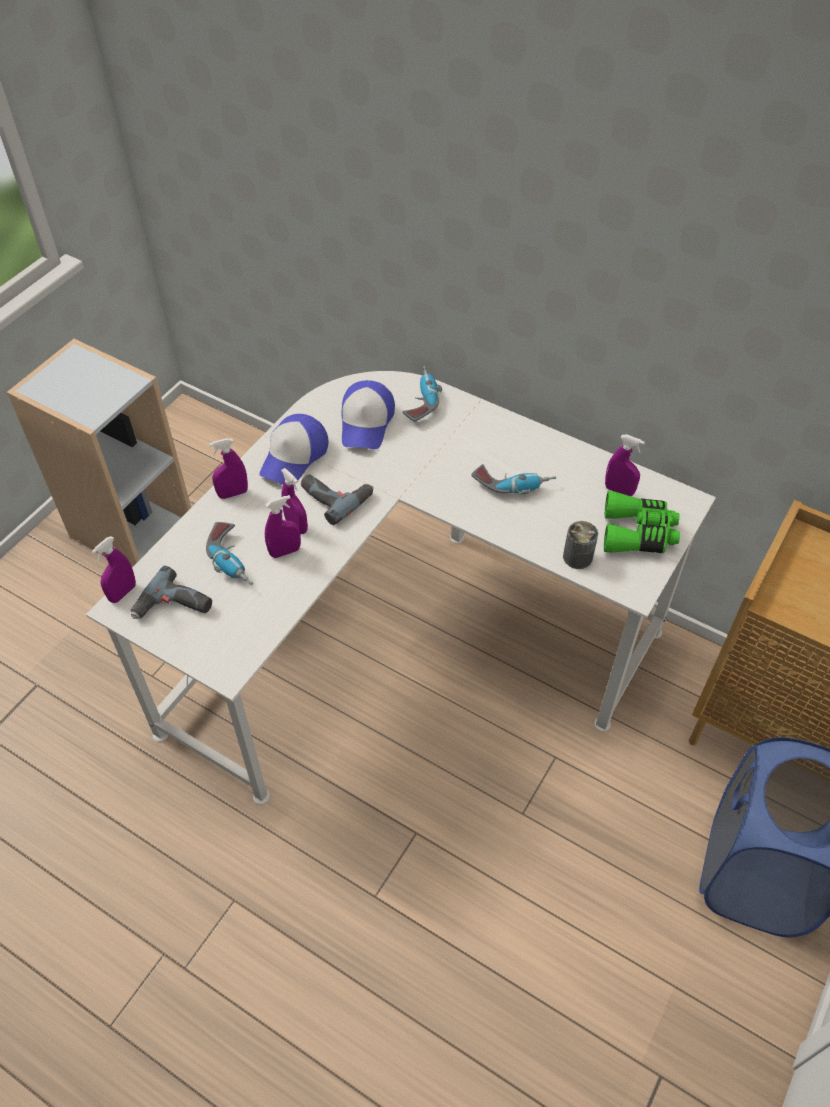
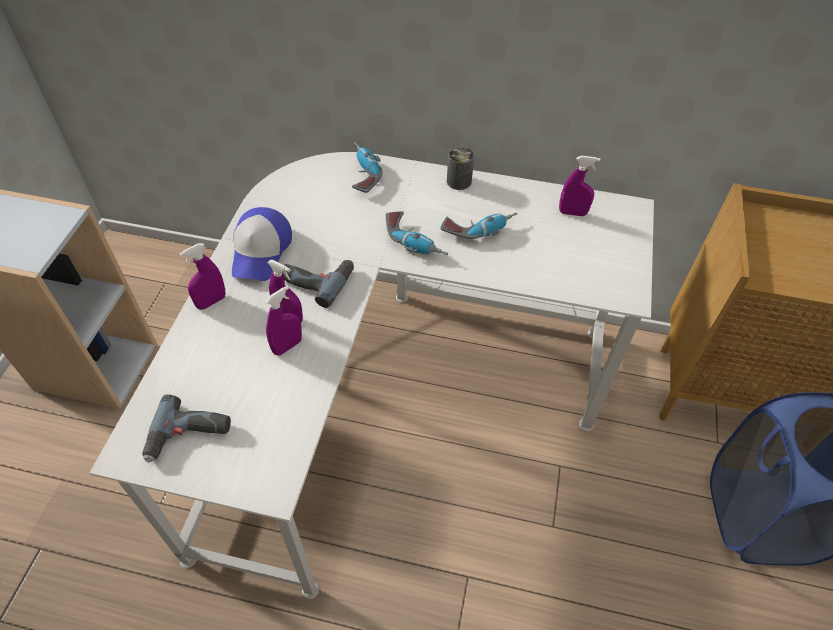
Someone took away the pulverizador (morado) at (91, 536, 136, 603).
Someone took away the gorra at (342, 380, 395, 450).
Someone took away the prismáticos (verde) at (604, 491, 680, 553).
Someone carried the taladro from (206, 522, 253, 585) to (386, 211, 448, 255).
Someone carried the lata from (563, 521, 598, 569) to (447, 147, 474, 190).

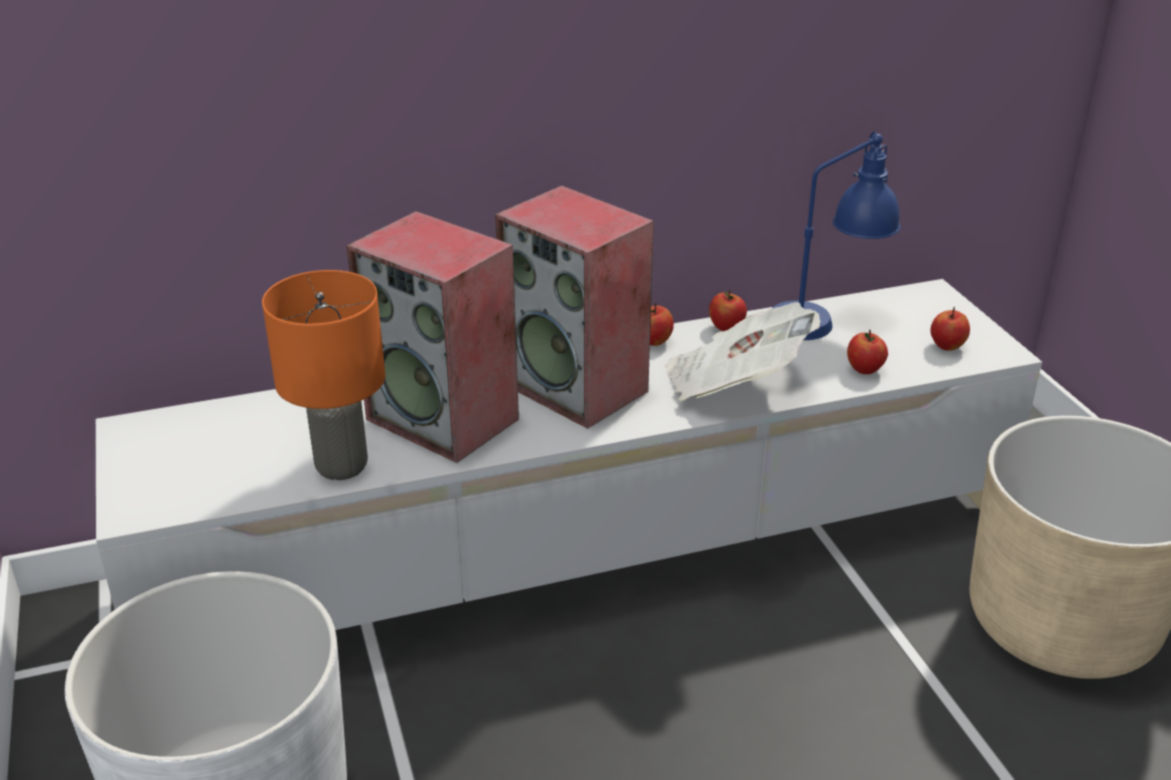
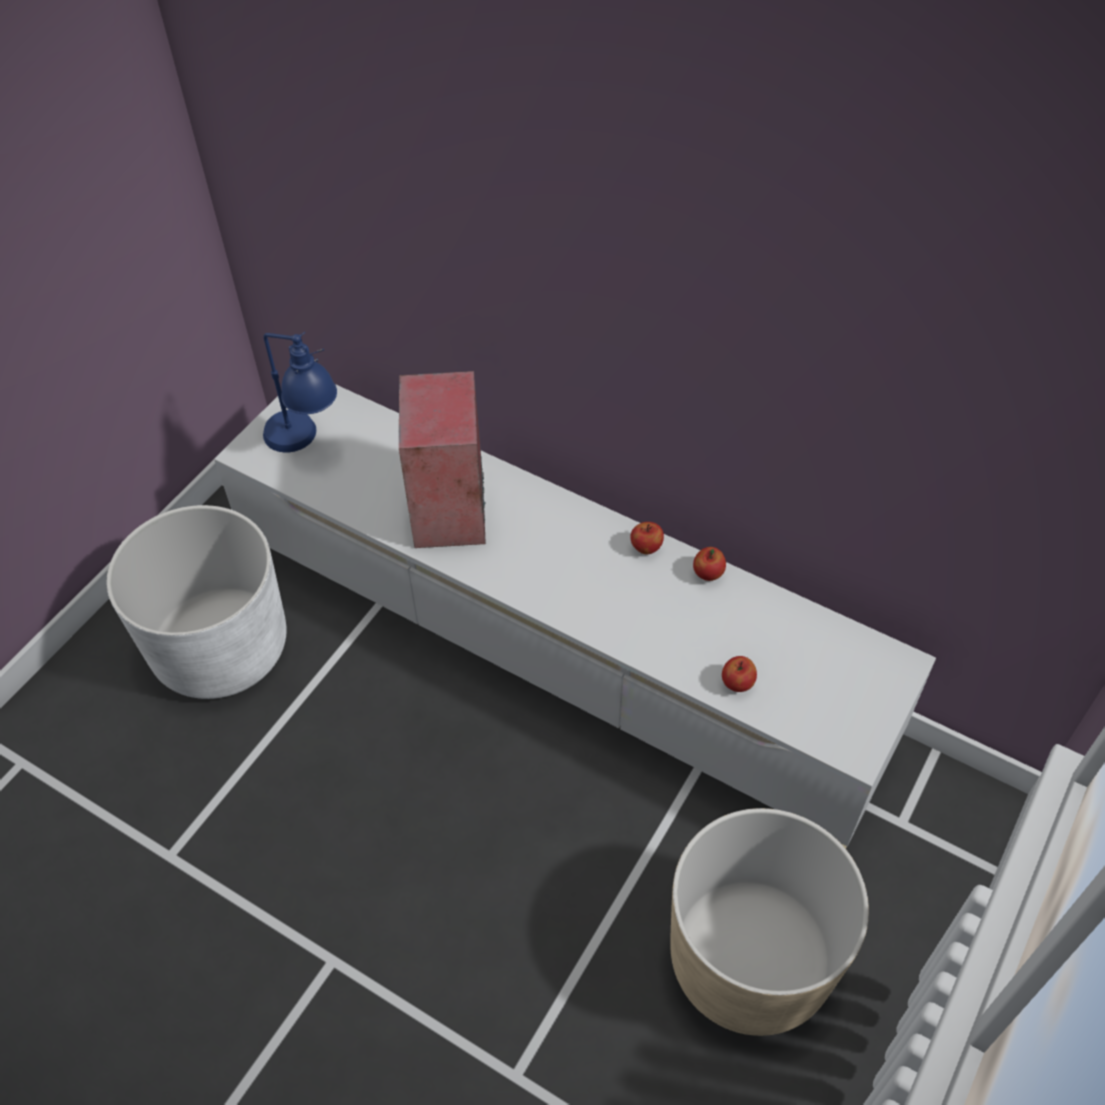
Someone took away the lámpara de mesa (naranja) at (262, 270, 385, 480).
Someone took away the altavoz at (495, 186, 654, 429).
Someone took away the periódico at (665, 302, 821, 402).
Someone took away the manzana at (931, 307, 970, 351).
Someone carried the lámpara de mesa (azul) from (772, 131, 901, 340) to (263, 332, 337, 453).

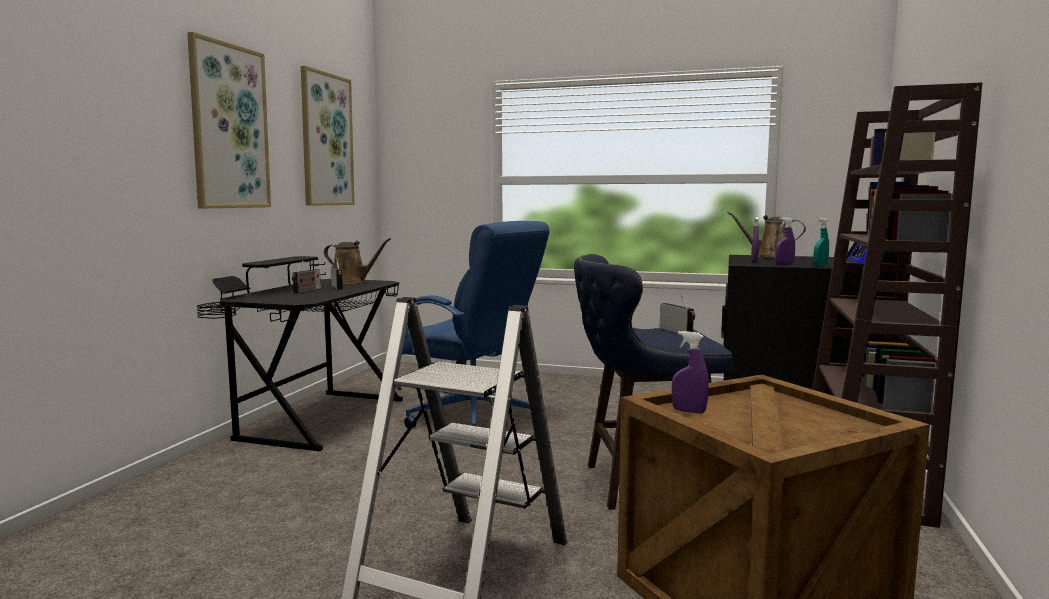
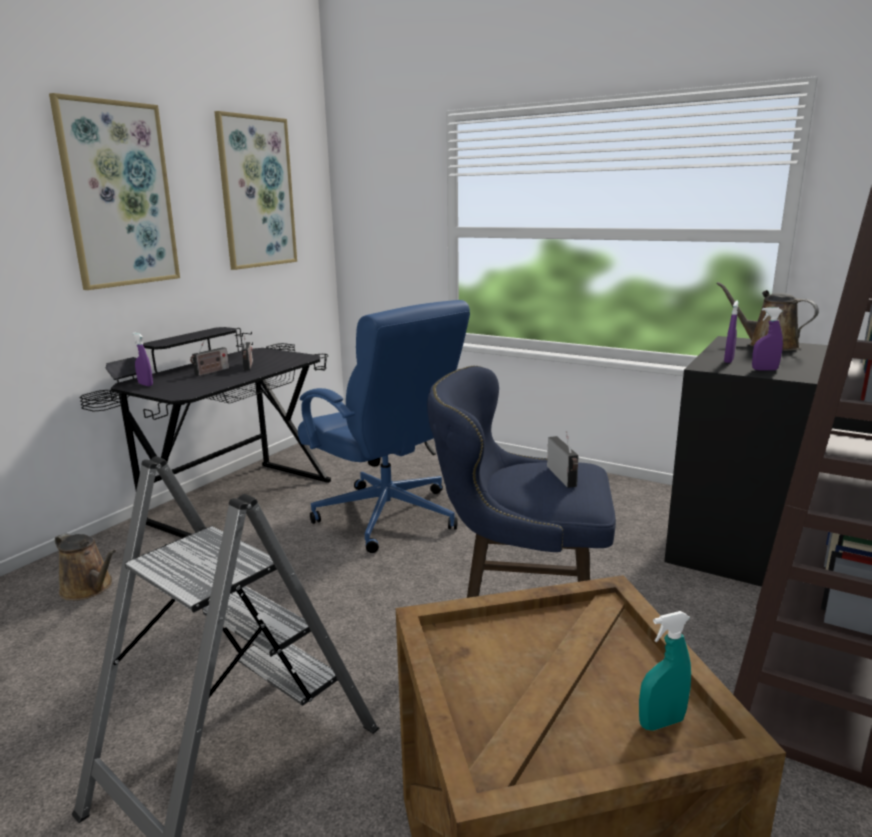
Someone carried the regadera (marrón) from (324, 238, 391, 284) to (55, 533, 116, 601).
Someone carried the pulverizador (morado) from (672, 331, 709, 414) to (132, 333, 153, 386).
Someone carried the pulverizador (turquesa) from (813, 218, 829, 267) to (639, 611, 691, 731).

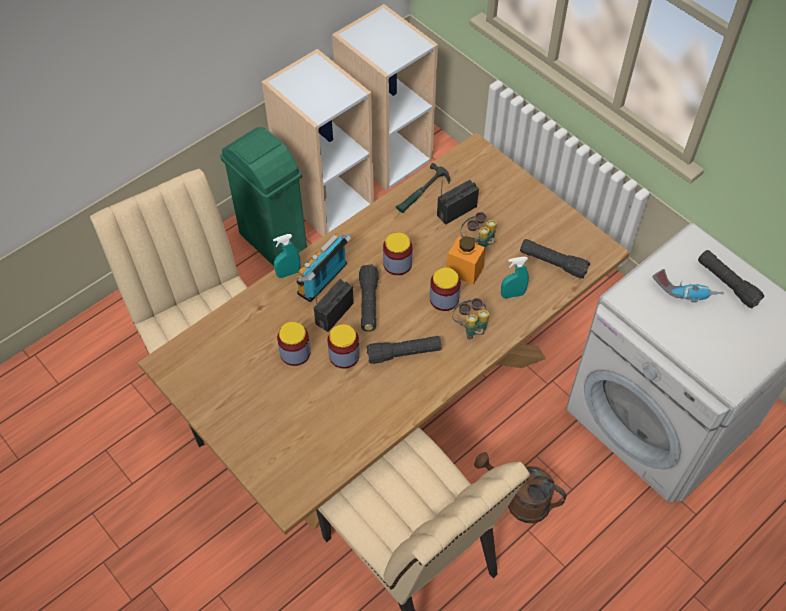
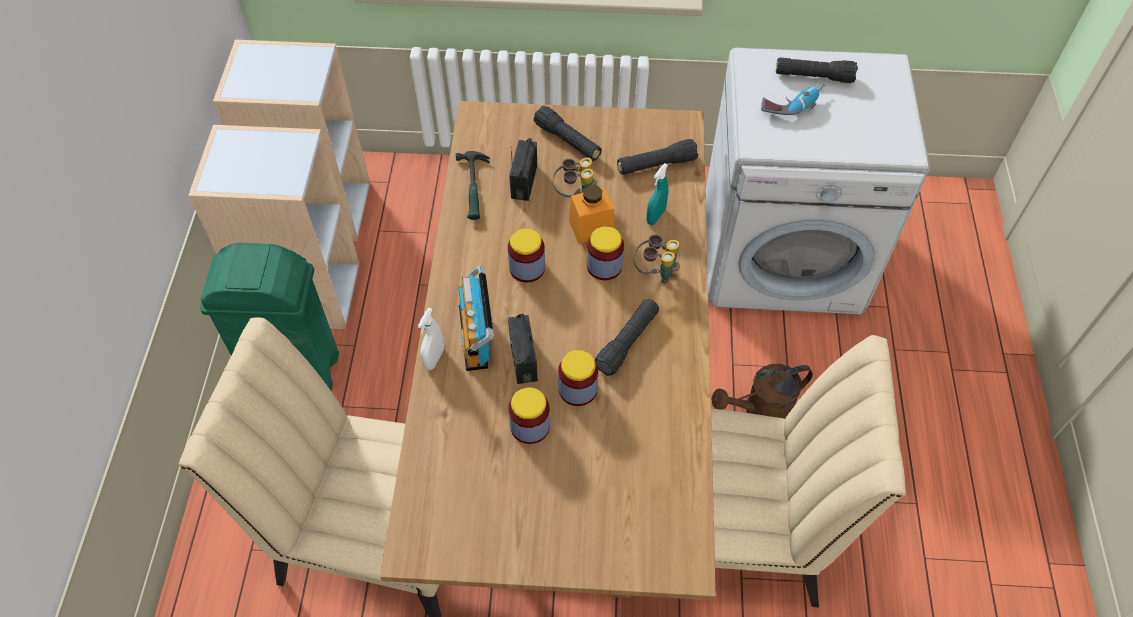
Someone carried the linterna (negro) from (359, 264, 378, 332) to (534, 106, 602, 161).
Someone repainted the pulverizador (turquesa) at (273, 234, 301, 278), which became the pulverizador (blanco) at (418, 308, 444, 370).

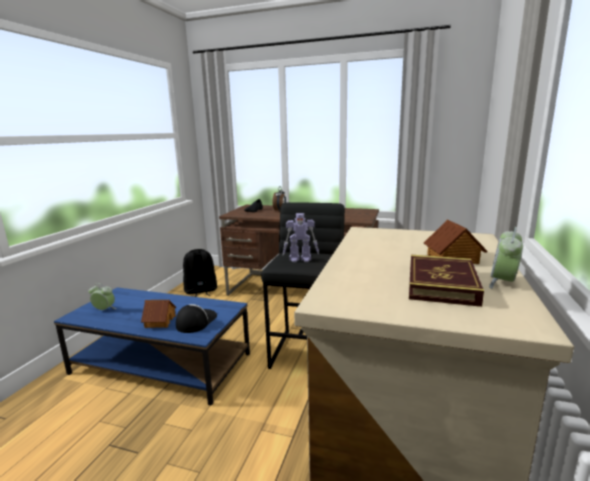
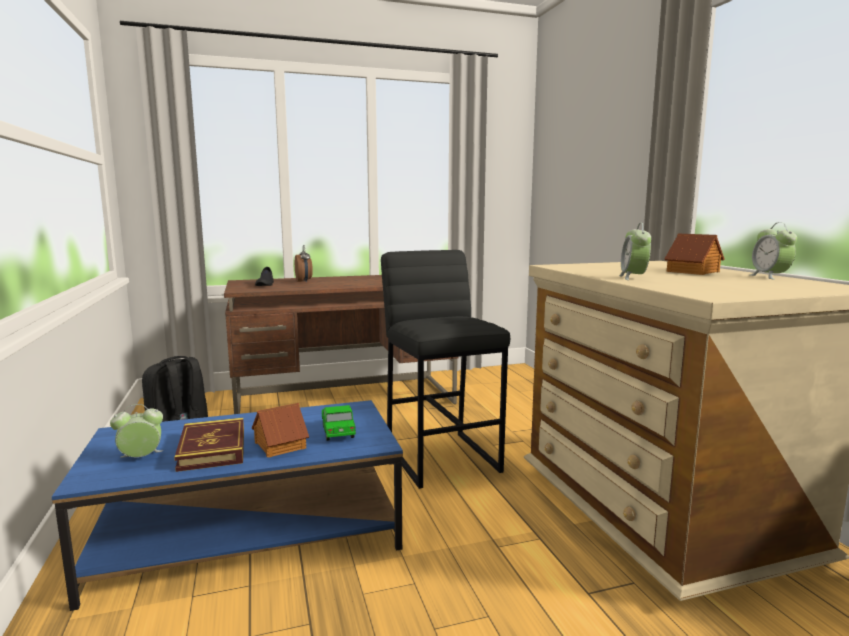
Someone took away the robot de juguete at (283, 213, 319, 262).
Someone put down the despertador at (619, 223, 651, 280).
Someone carried the libro from (409, 255, 484, 307) to (174, 418, 244, 472).
Someone swapped the gorra at (176, 304, 217, 333) for the coche de juguete at (322, 405, 356, 441).

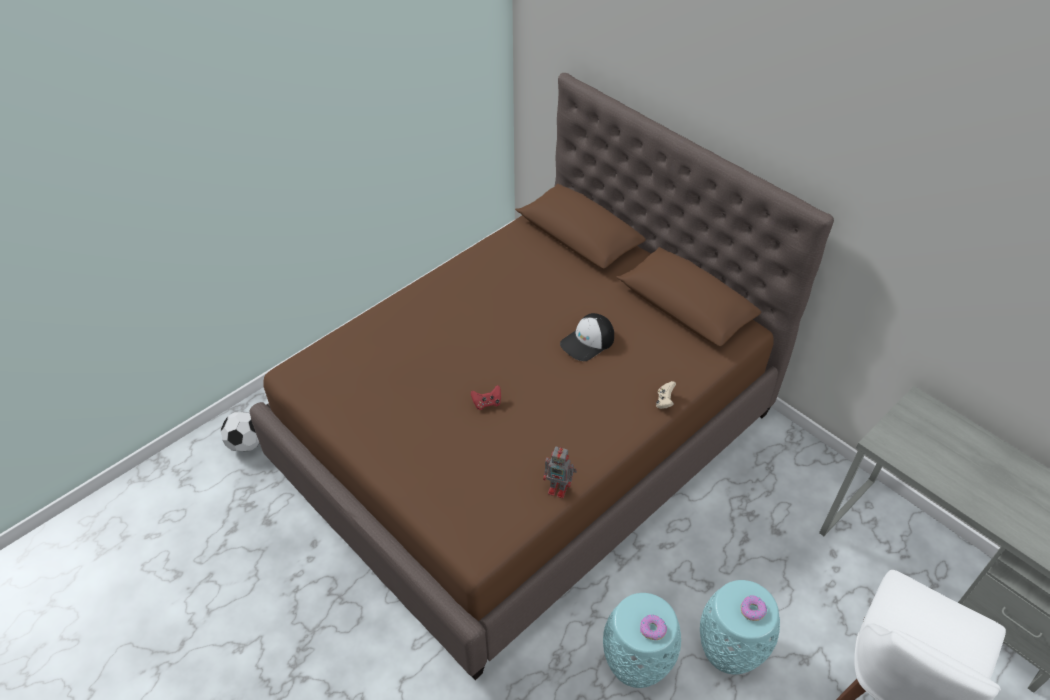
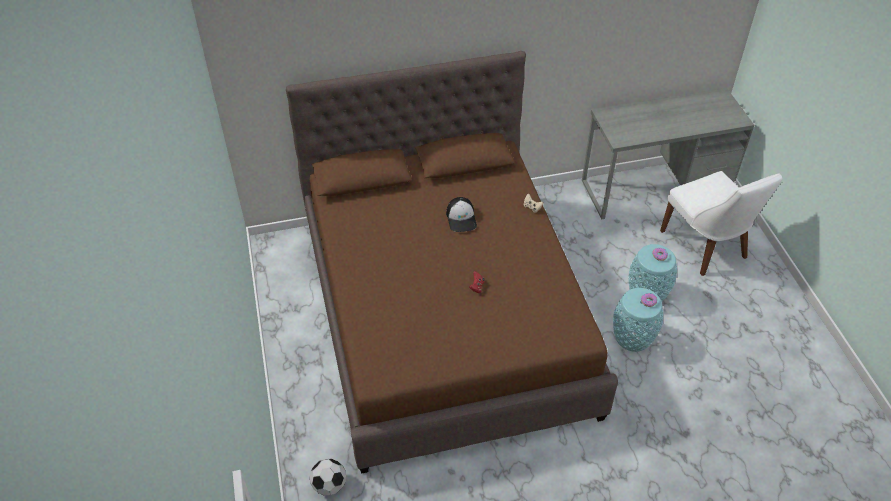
Someone took away the robot de juguete at (543, 447, 577, 498).

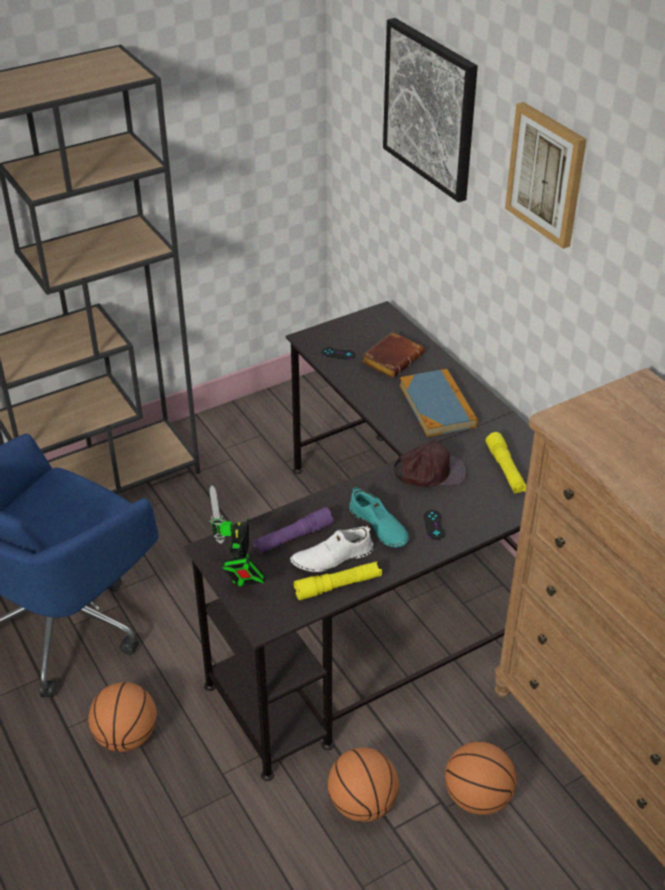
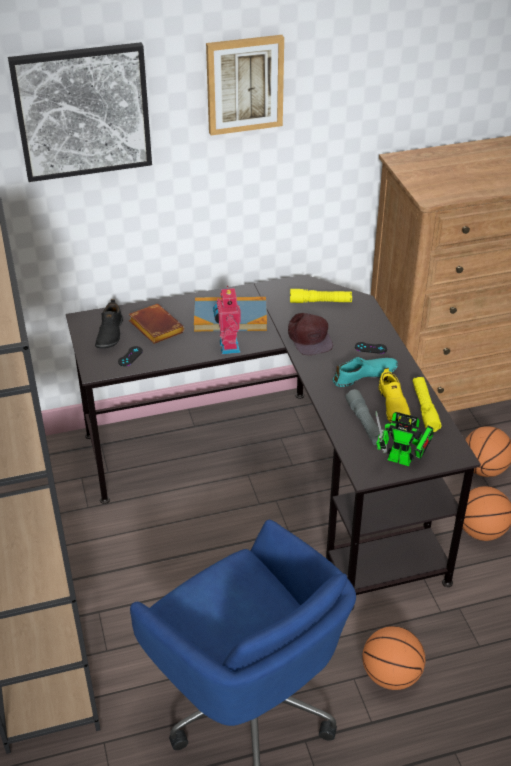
Someone put down the zapato (negro) at (95, 299, 123, 348).
Someone put down the robot de juguete at (213, 286, 241, 354).
Someone repainted the linterna (morado) at (253, 507, 334, 554), which became the linterna (gris) at (345, 389, 380, 445).
Someone repainted the zapato (blanco) at (290, 524, 374, 572), which became the zapato (amarillo) at (379, 368, 411, 422).
Someone rotated the gorra (marrón) at (394, 440, 467, 487) by 150 degrees clockwise.

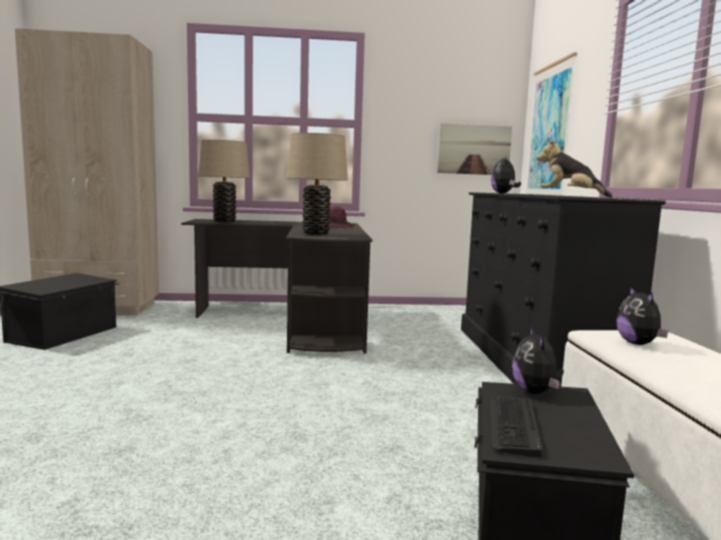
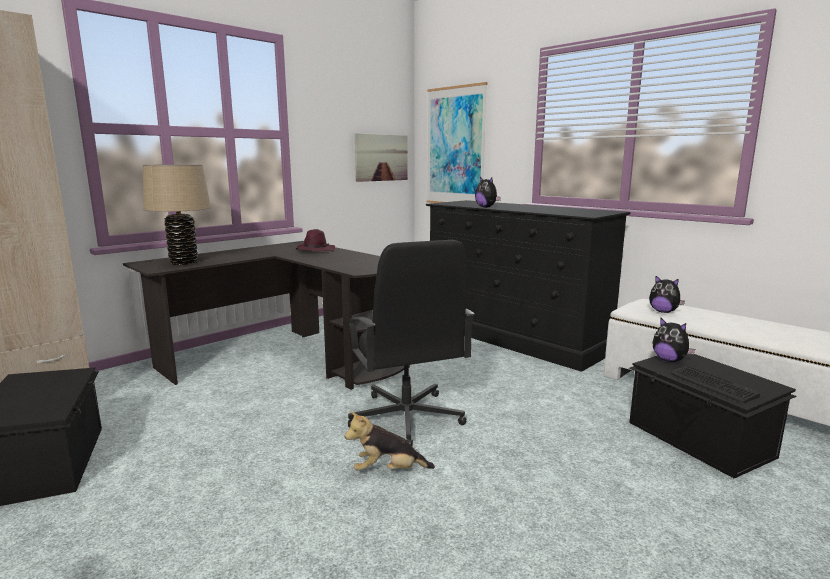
Someone took away the lámpara de mesa (beis) at (286, 133, 348, 235).
Someone put down the silla de oficina (negro) at (347, 240, 475, 446).
Someone carried the peluche from (537, 139, 613, 198) to (345, 411, 435, 471).

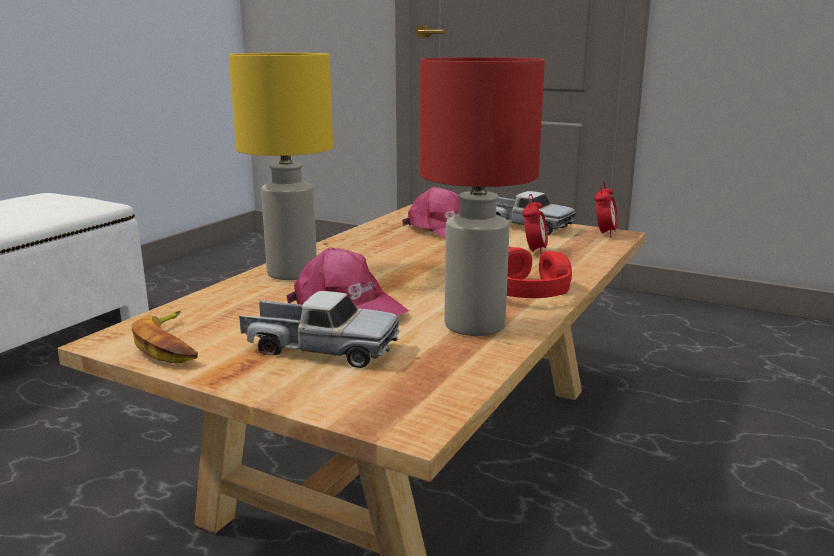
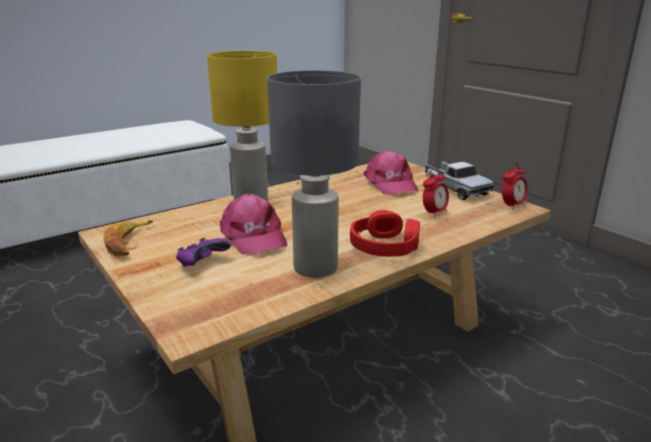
Someone swapped the camión de juguete at (239, 291, 400, 368) for the mando de consola (morado) at (176, 238, 231, 267).
Someone repainted the lámpara de mesa (rojo) at (420, 57, 545, 336), which became the lámpara de mesa (gris) at (267, 70, 361, 278).

